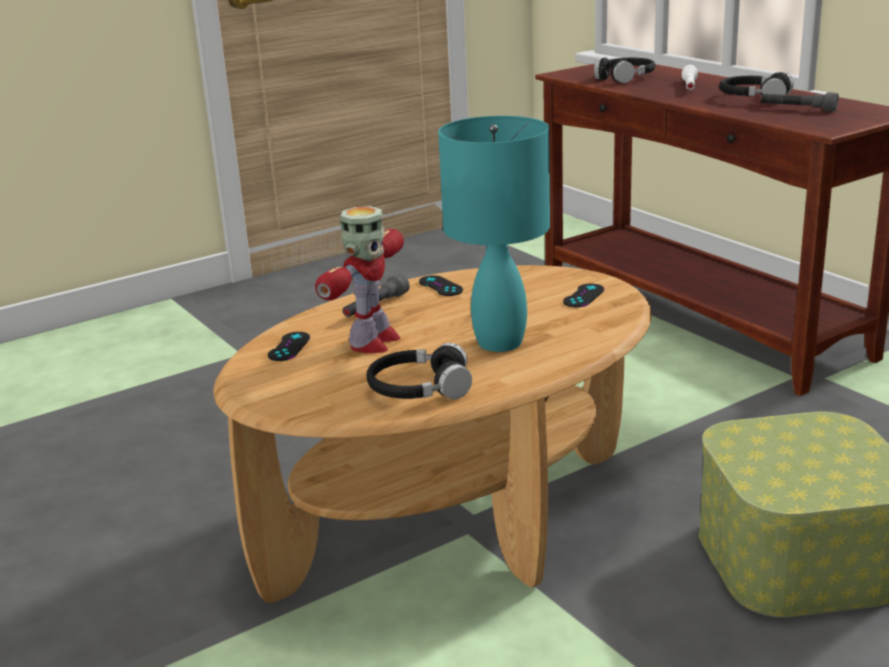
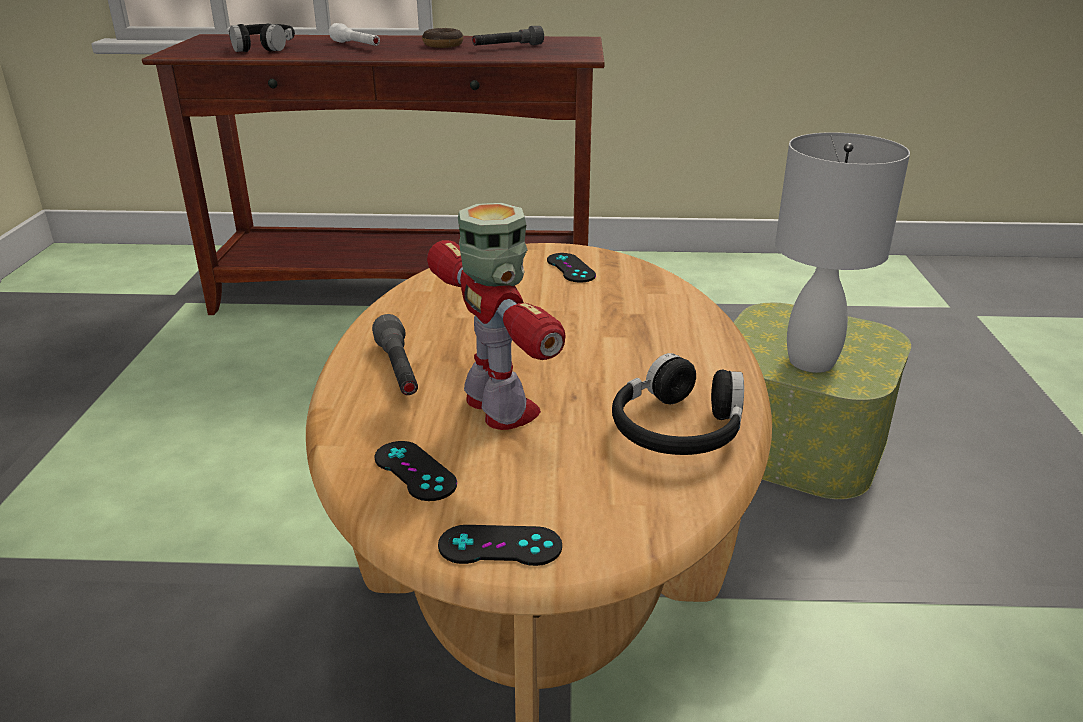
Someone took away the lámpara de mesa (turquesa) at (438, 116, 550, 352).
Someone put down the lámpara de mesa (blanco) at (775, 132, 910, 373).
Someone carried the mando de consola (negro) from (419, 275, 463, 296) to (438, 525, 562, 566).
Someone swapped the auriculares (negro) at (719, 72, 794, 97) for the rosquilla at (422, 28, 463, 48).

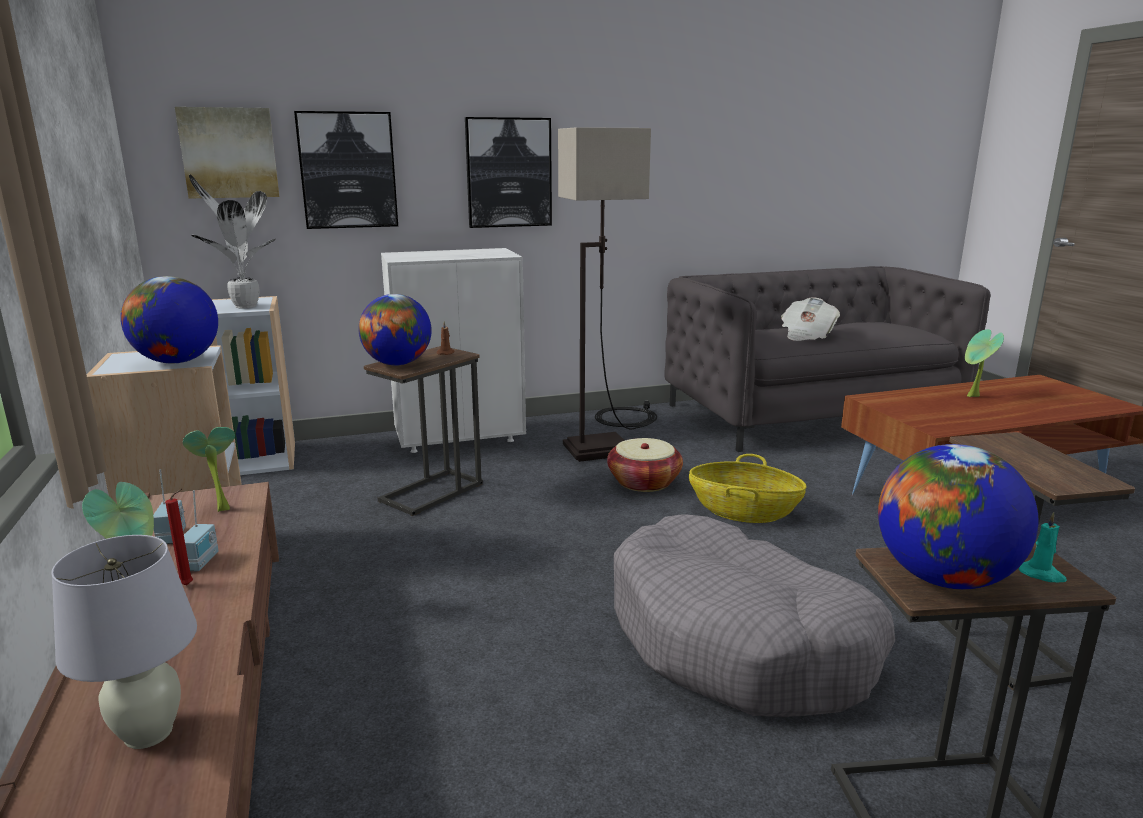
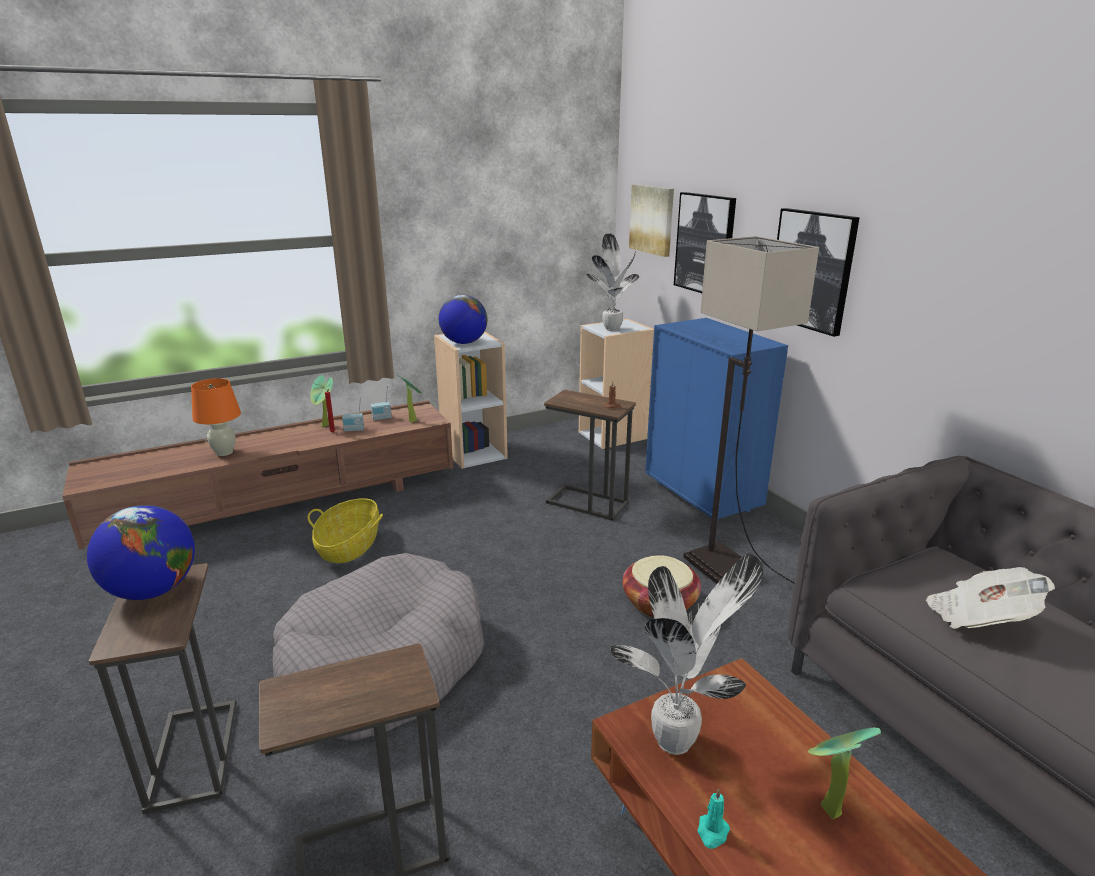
Someone took away the globo terráqueo at (358, 294, 432, 366).
Someone put down the planta en maceta at (610, 553, 763, 755).
Someone carried the cesta from (689, 454, 807, 523) to (307, 498, 383, 563).
Someone carried the vela (turquesa) from (1019, 512, 1067, 583) to (698, 788, 730, 849).
Someone repainted the lámpara de mesa (blanco) at (51, 535, 197, 749), which became the lámpara de mesa (naranja) at (191, 378, 241, 456).
Someone repainted the armario (blanco) at (381, 248, 526, 453), which became the armario (azul) at (645, 318, 788, 521).

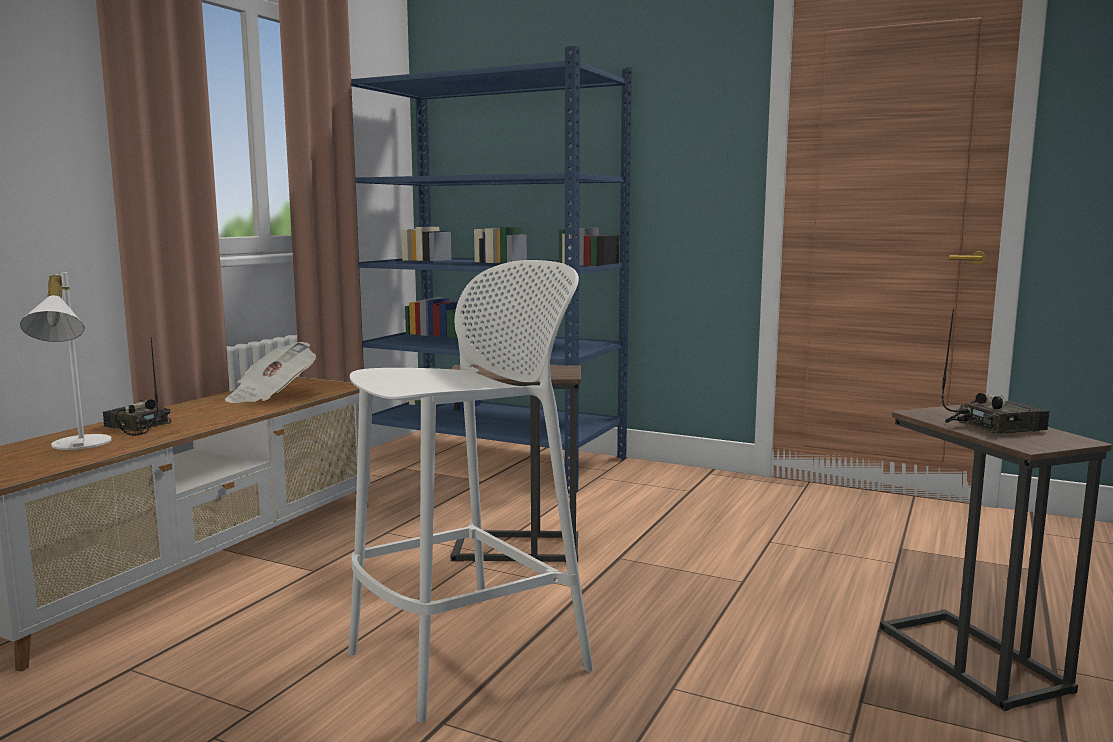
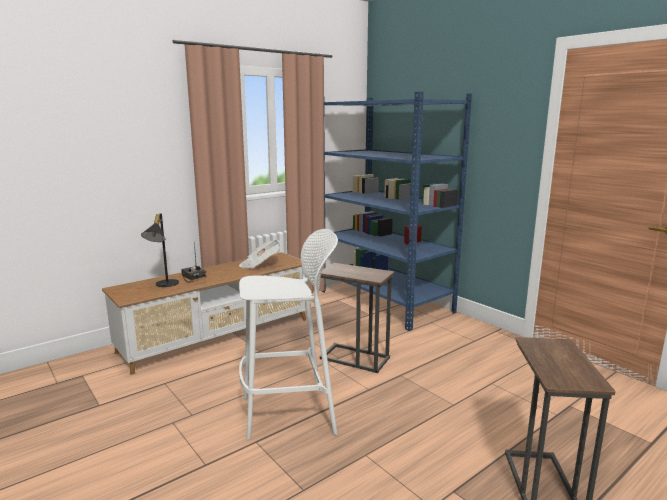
Someone took away the radio at (942, 309, 1050, 434).
Someone repainted the lámpara de mesa (blanco) at (20, 272, 111, 450), which became the lámpara de mesa (negro) at (141, 213, 179, 287).

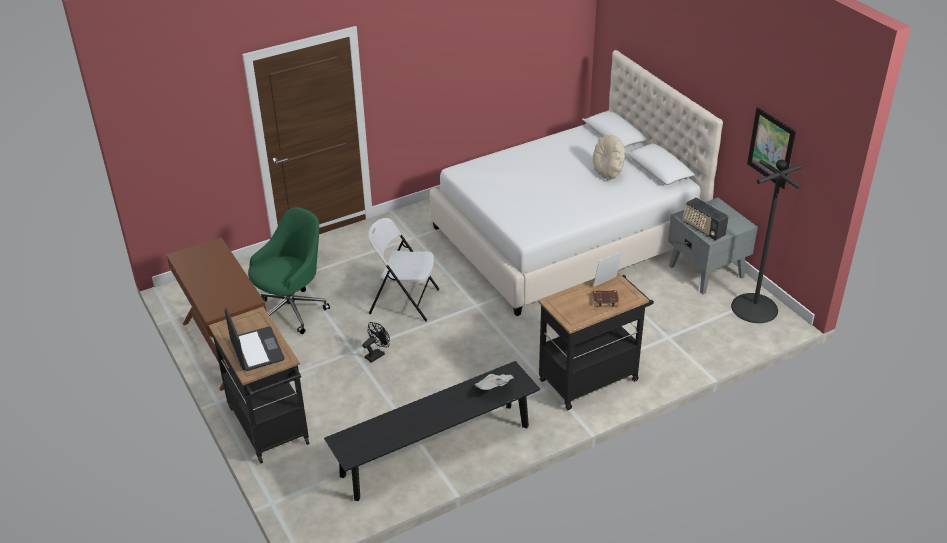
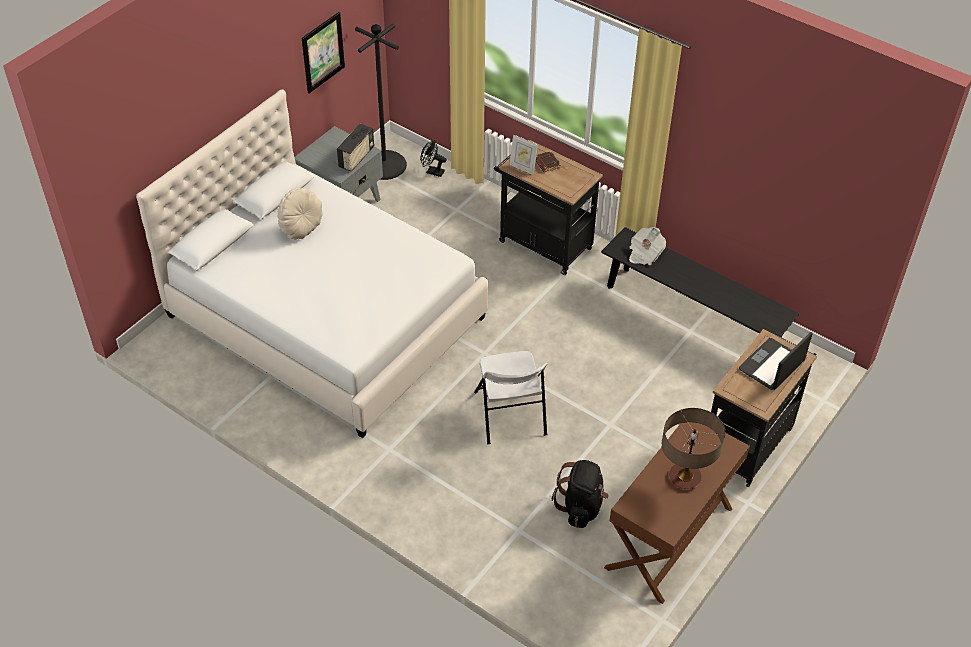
Someone put down the lámpara de mesa at (662, 408, 725, 489).
Someone carried the ventilador (negro) from (362, 322, 390, 363) to (420, 140, 447, 177).
Someone swapped the silla de oficina (verde) at (248, 207, 330, 334) for the mochila (negro) at (552, 460, 609, 528).

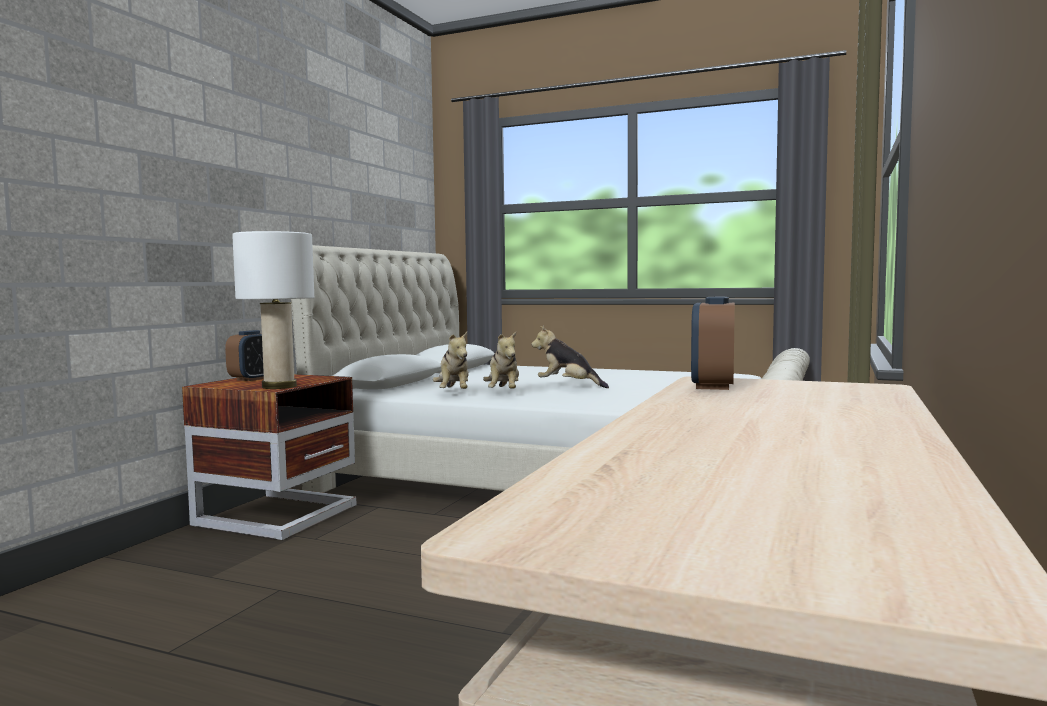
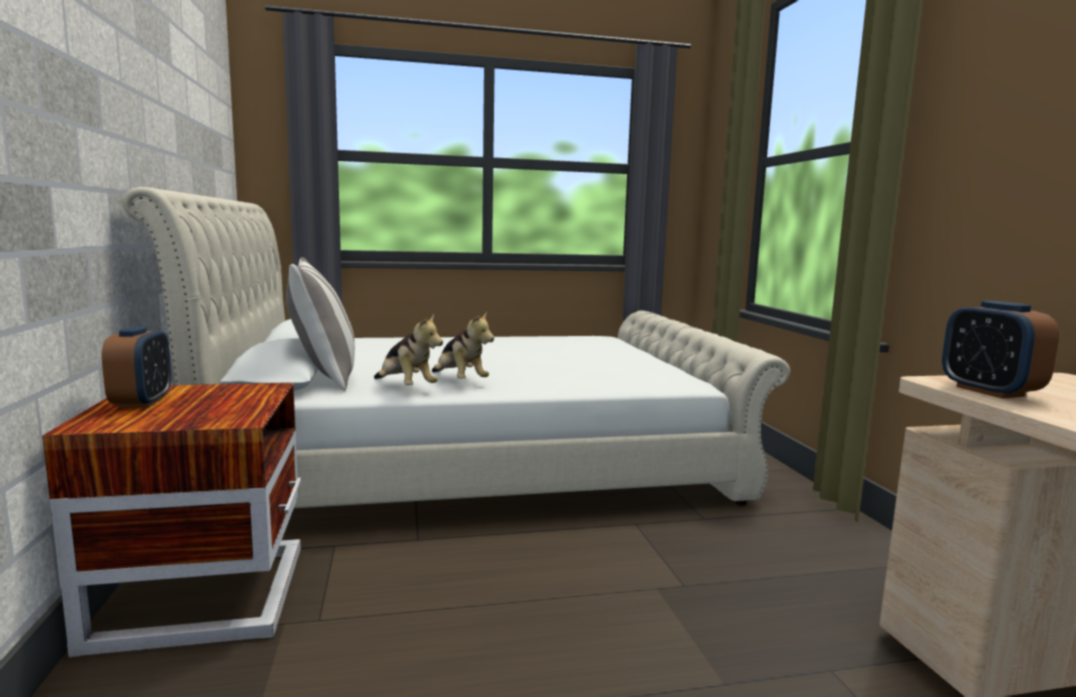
Someone took away the lámpara de mesa (blanco) at (232, 231, 314, 389).
Someone took away the peluche at (531, 325, 609, 388).
Someone put down the cojín at (286, 257, 355, 391).

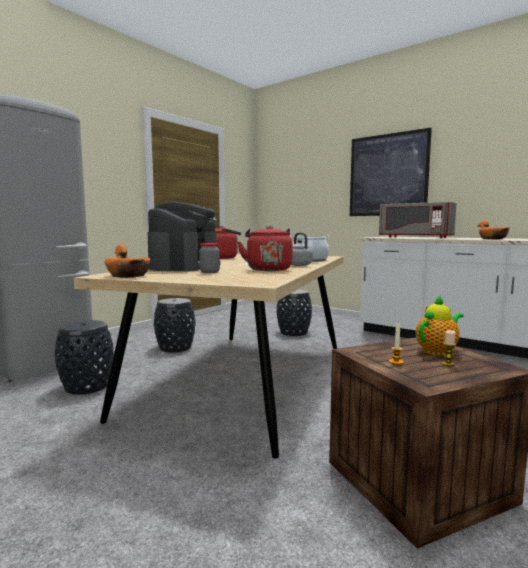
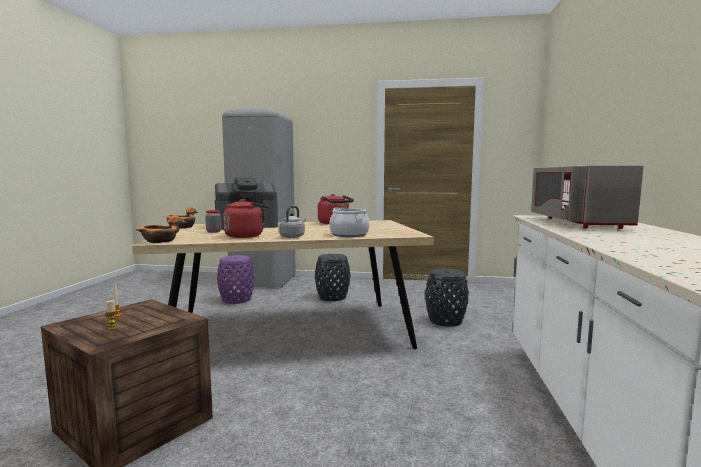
Someone took away the cuadro at (350, 128, 432, 216).
Someone took away the tetera at (415, 295, 464, 355).
Someone carried the cuenco (naranja) from (477, 220, 510, 239) to (135, 215, 186, 243).
Someone repainted the taburete (negro) at (55, 320, 114, 395), which became the taburete (morado) at (217, 255, 255, 304).

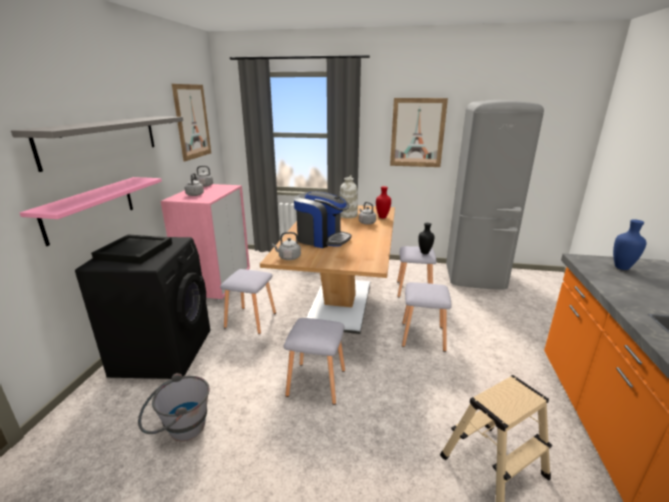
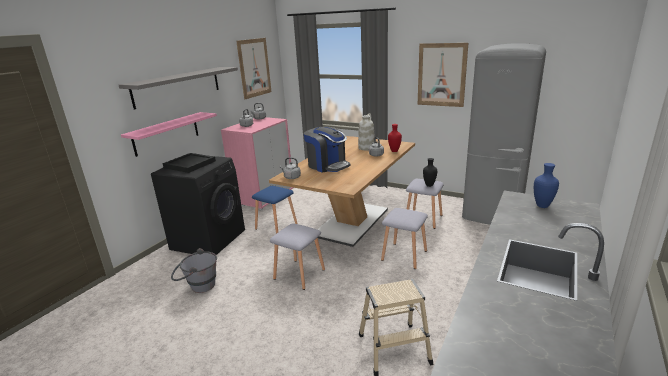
Someone repainted the taburete (gris) at (220, 269, 276, 334), which became the taburete (azul) at (252, 186, 297, 234).

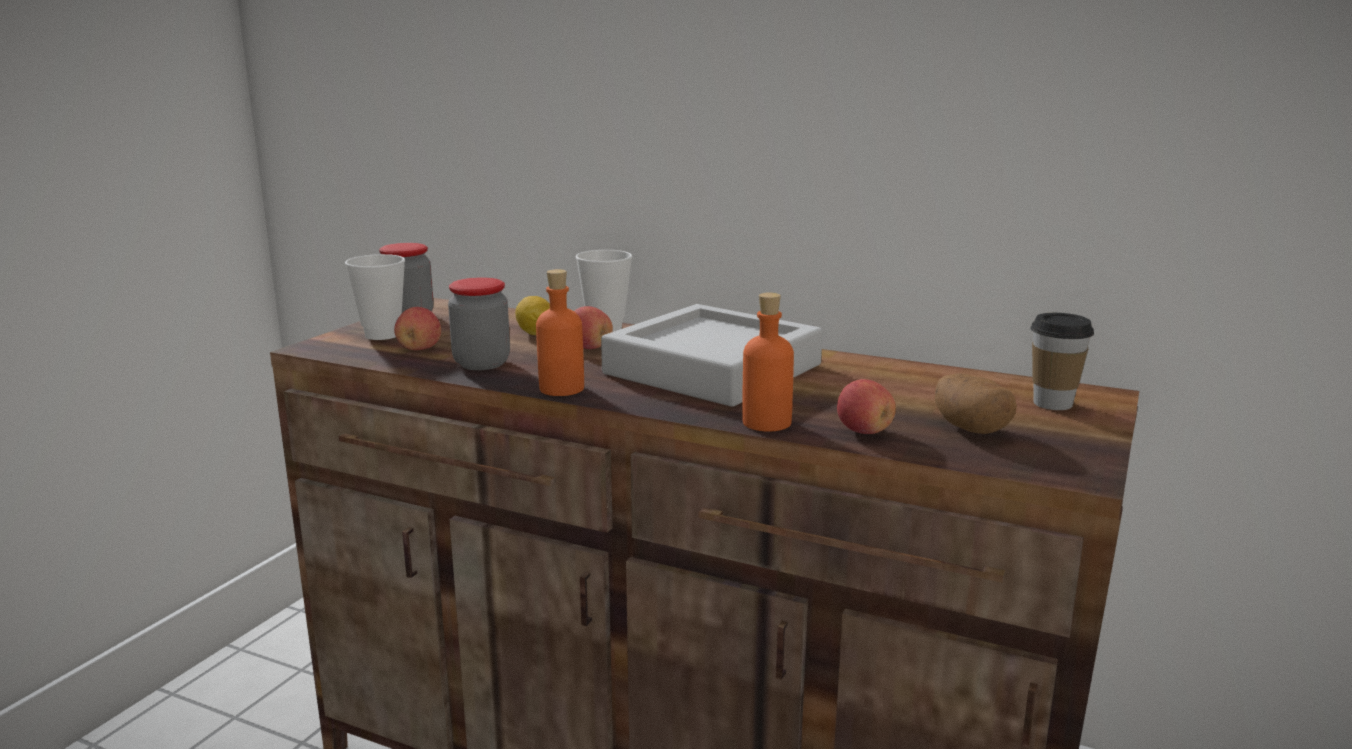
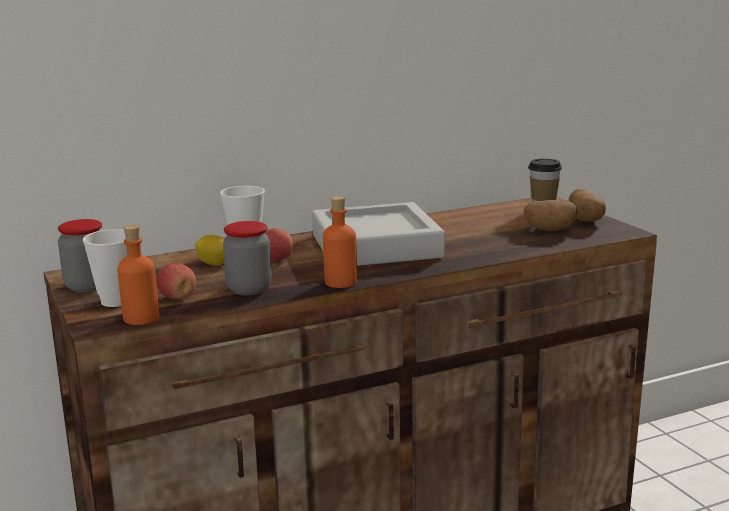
Someone took away the manzana at (837, 379, 896, 434).
Someone put down the patata at (569, 189, 606, 222).
Someone carried the botella (naranja) from (742, 292, 794, 432) to (117, 225, 159, 325).

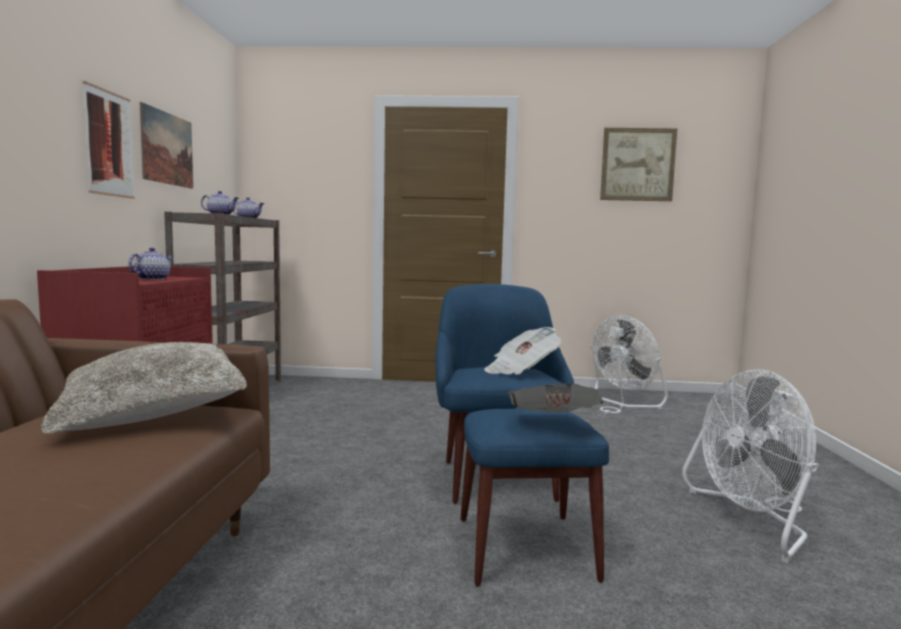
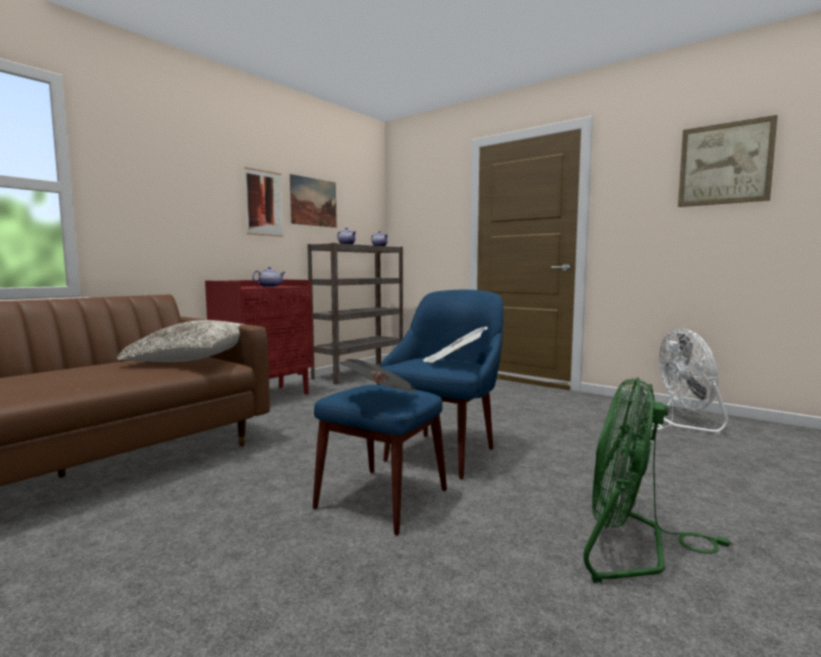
Someone repainted the ventilador (blanco) at (682, 369, 819, 564), which became the ventilador (verde) at (583, 377, 732, 583).

